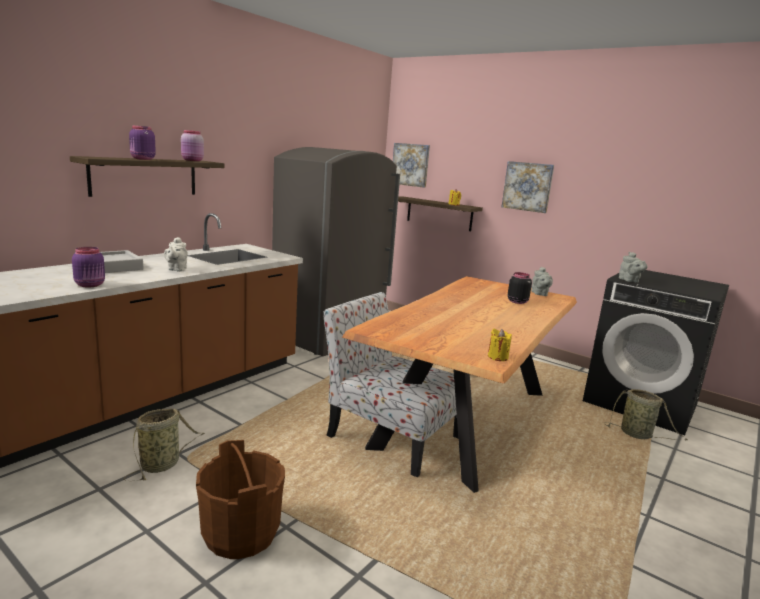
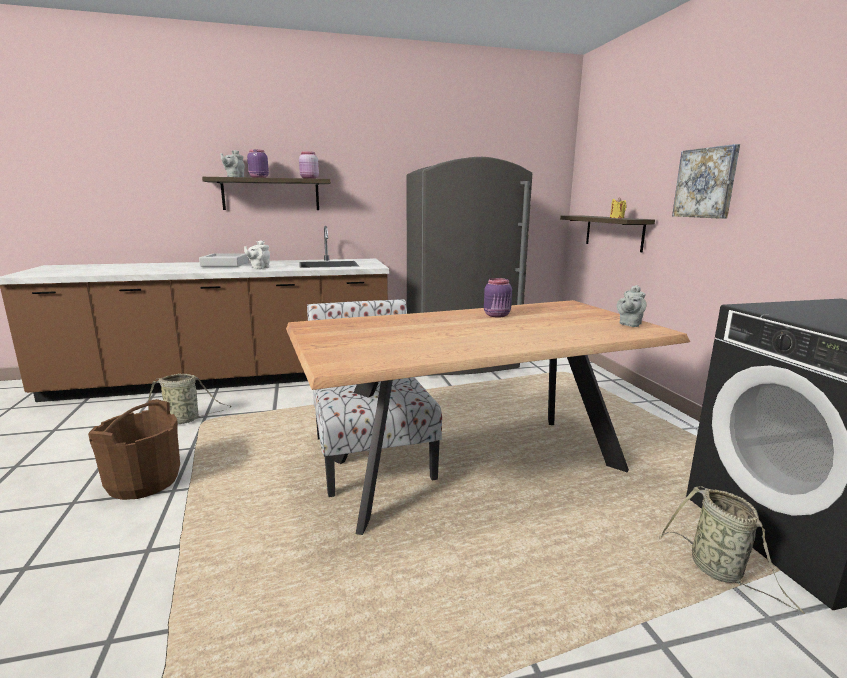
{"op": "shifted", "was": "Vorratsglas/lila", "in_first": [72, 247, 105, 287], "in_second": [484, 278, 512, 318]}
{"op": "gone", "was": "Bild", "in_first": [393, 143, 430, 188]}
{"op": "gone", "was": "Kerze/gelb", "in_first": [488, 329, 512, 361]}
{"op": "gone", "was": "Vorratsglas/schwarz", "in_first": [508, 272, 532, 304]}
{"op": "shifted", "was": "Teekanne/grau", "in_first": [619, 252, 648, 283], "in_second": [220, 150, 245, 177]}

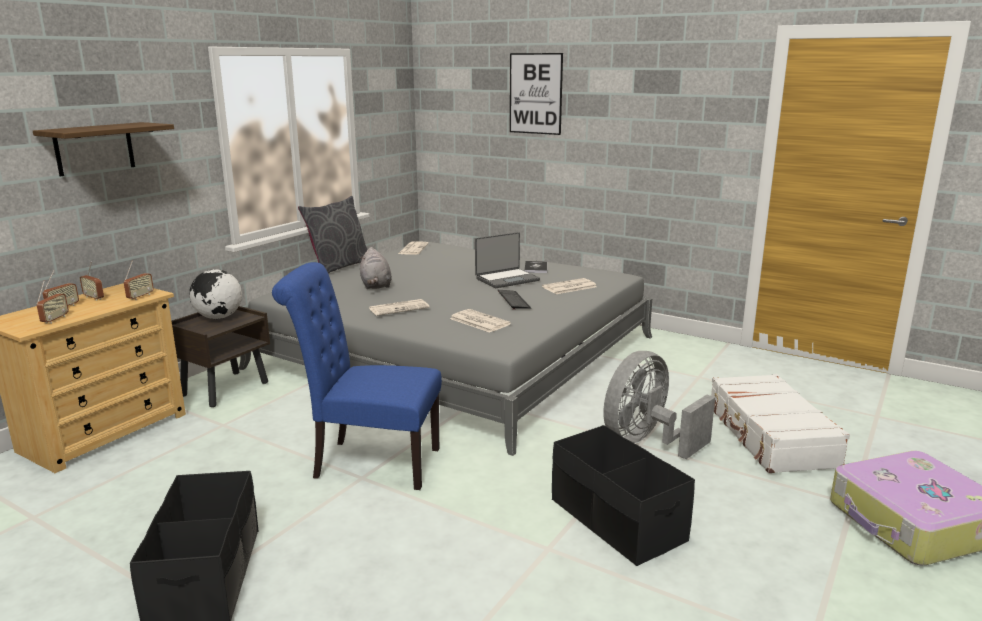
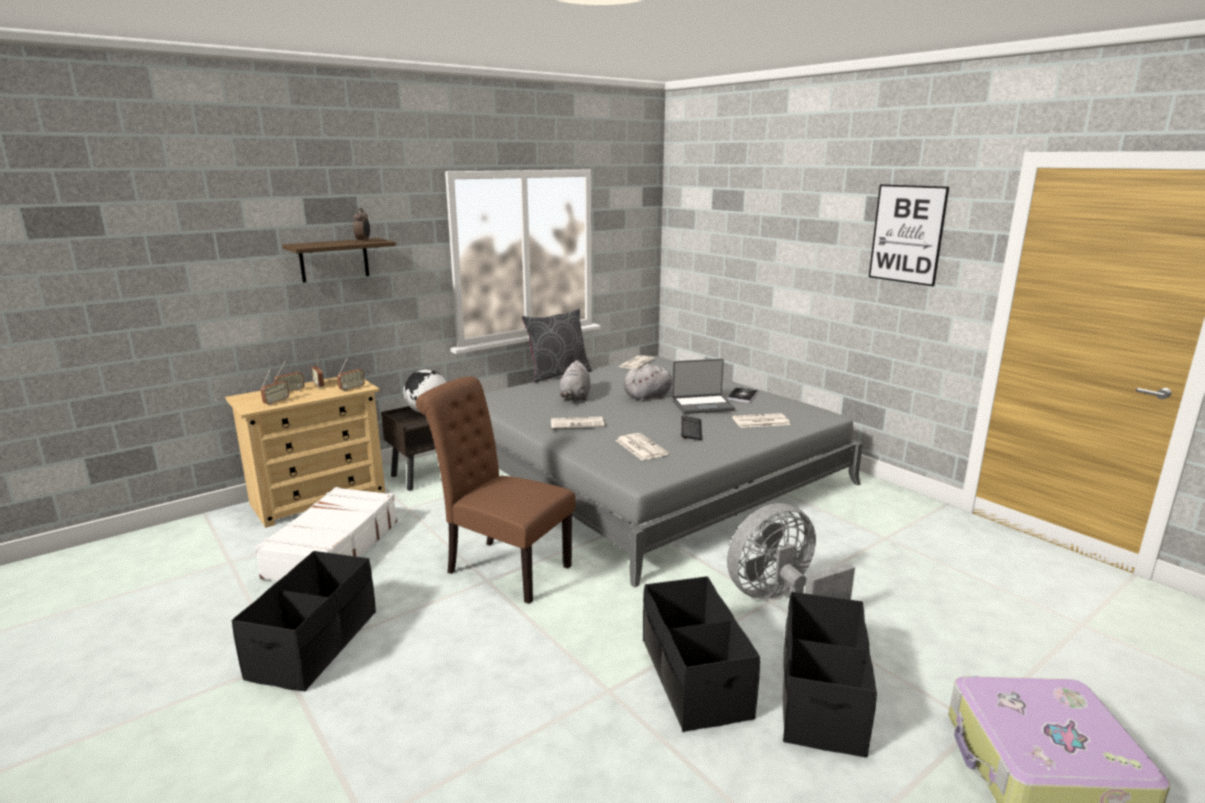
{"op": "repainted", "was": "Stuhl/blau", "now": "Stuhl/braun", "in_first": [272, 262, 442, 490], "in_second": [416, 376, 576, 604]}
{"op": "shifted", "was": "Bild", "in_first": [510, 53, 563, 135], "in_second": [869, 184, 949, 286]}
{"op": "shifted", "was": "Koffer/weiß", "in_first": [711, 374, 850, 473], "in_second": [255, 487, 397, 581]}
{"op": "new", "now": "Wecker", "in_second": [353, 208, 370, 242]}
{"op": "new", "now": "Plüschtier/grau", "in_second": [624, 364, 673, 402]}
{"op": "new", "now": "Aufbewahrungsbox/schwarz", "in_second": [783, 592, 877, 757]}

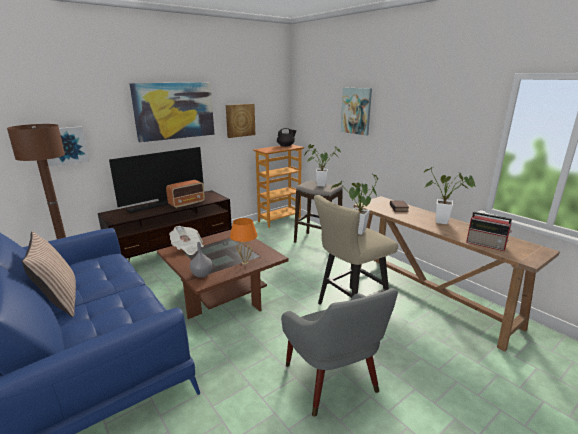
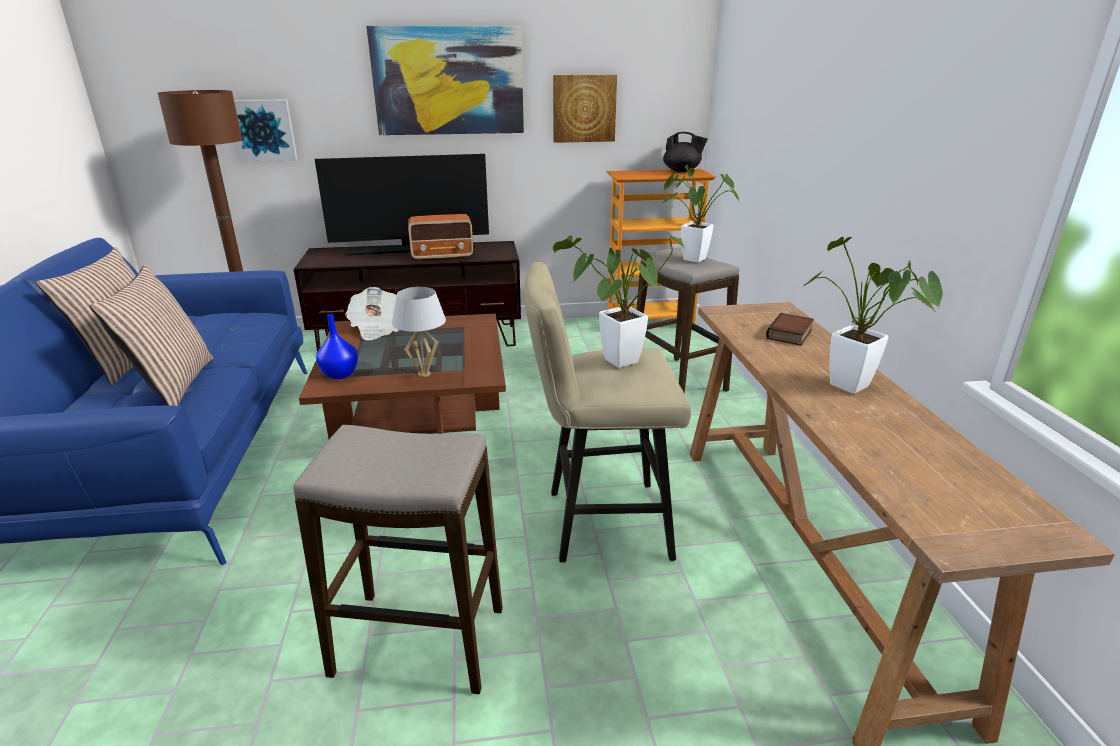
{"op": "repainted", "was": "Vase/grau", "now": "Vase/blau", "in_first": [190, 242, 212, 278], "in_second": [316, 314, 358, 379]}
{"op": "repainted", "was": "Tischlampe/orange", "now": "Tischlampe/weiß", "in_first": [230, 218, 258, 265], "in_second": [392, 287, 446, 377]}
{"op": "swapped", "was": "Sessel/grau", "now": "Hocker", "in_first": [281, 288, 398, 417], "in_second": [293, 425, 503, 694]}
{"op": "gone", "was": "Bild", "in_first": [341, 88, 372, 136]}
{"op": "gone", "was": "Radio", "in_first": [466, 212, 512, 251]}
{"op": "new", "now": "Kissen", "in_second": [90, 265, 213, 406]}

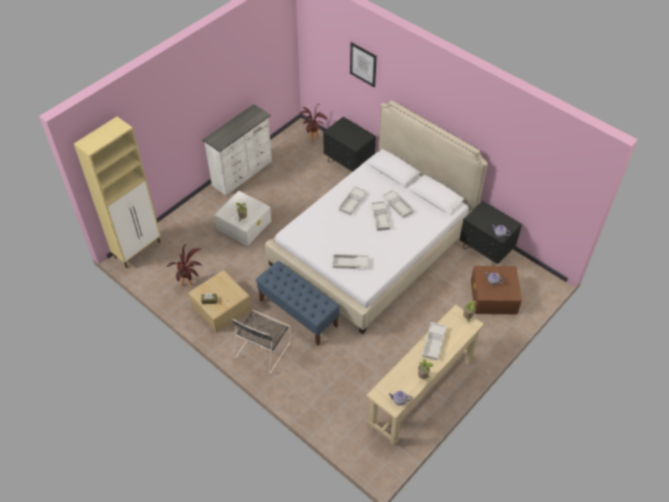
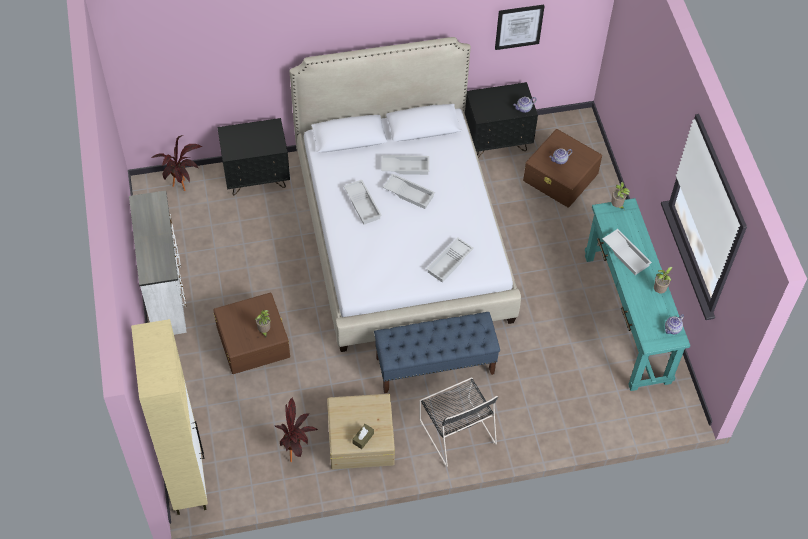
{"op": "repainted", "was": "Aufbewahrungsbox/weiß", "now": "Aufbewahrungsbox/braun", "in_first": [214, 191, 271, 246], "in_second": [213, 293, 290, 374]}
{"op": "shifted", "was": "Bild", "in_first": [350, 42, 377, 87], "in_second": [495, 5, 545, 50]}
{"op": "repainted", "was": "Konsolentisch/beige", "now": "Konsolentisch/türkis", "in_first": [366, 304, 484, 446], "in_second": [585, 198, 691, 391]}

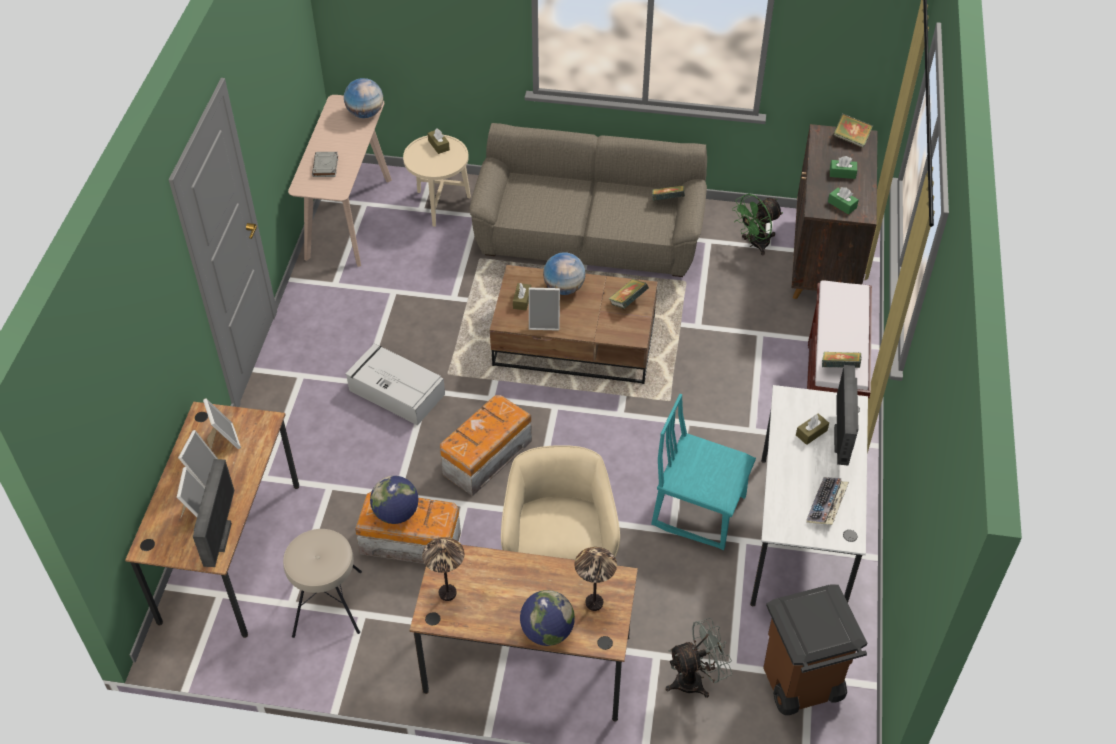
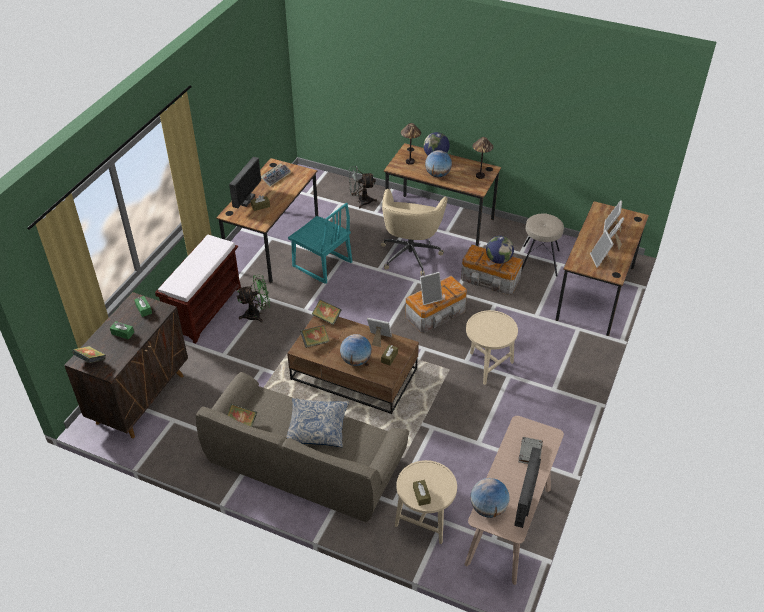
{"op": "shifted", "was": "Monitor", "in_first": [193, 459, 235, 567], "in_second": [514, 447, 541, 528]}
{"op": "swapped", "was": "Aufbewahrungsbox/grau", "now": "Beistelltisch/beige", "in_first": [345, 343, 445, 425], "in_second": [466, 310, 518, 385]}
{"op": "shifted", "was": "Ventilator/grün", "in_first": [732, 194, 783, 255], "in_second": [237, 274, 270, 322]}
{"op": "repainted", "was": "Schreibtisch/weiß", "now": "Schreibtisch/braun", "in_first": [750, 385, 868, 606], "in_second": [216, 158, 318, 283]}
{"op": "gone", "was": "Mülleimer/braun", "in_first": [763, 584, 868, 715]}
{"op": "shifted", "was": "Buch", "in_first": [822, 352, 862, 368], "in_second": [312, 299, 341, 325]}
{"op": "new", "now": "Kissen", "in_second": [286, 398, 349, 447]}
{"op": "new", "now": "Bilderrahmen", "in_second": [420, 272, 443, 305]}
{"op": "new", "now": "Globus", "in_second": [425, 150, 452, 177]}

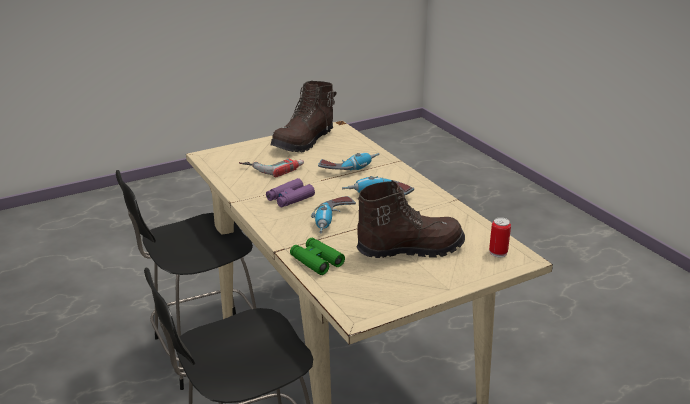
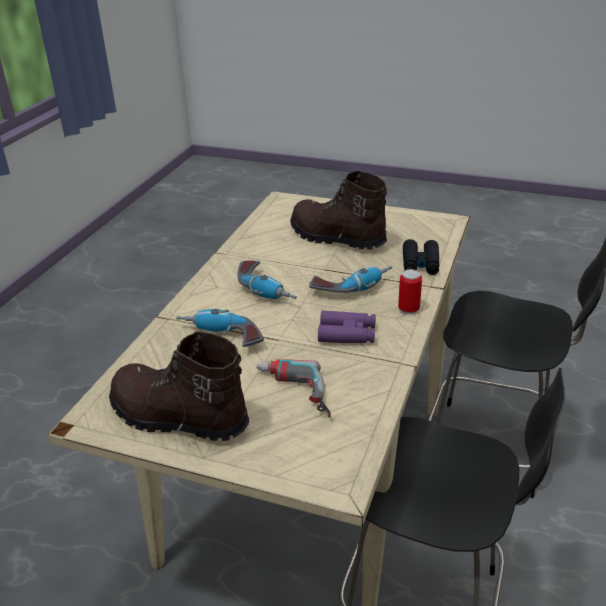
{"op": "rotated", "was": "Stiefel/braun", "in_first": [270, 81, 337, 152], "in_second": [109, 331, 249, 441], "clockwise": -150}
{"op": "repainted", "was": "Fernglas/grün", "now": "Fernglas/schwarz", "in_first": [290, 238, 345, 275], "in_second": [403, 239, 439, 275]}
{"op": "shifted", "was": "Dose", "in_first": [489, 217, 511, 257], "in_second": [398, 269, 422, 315]}

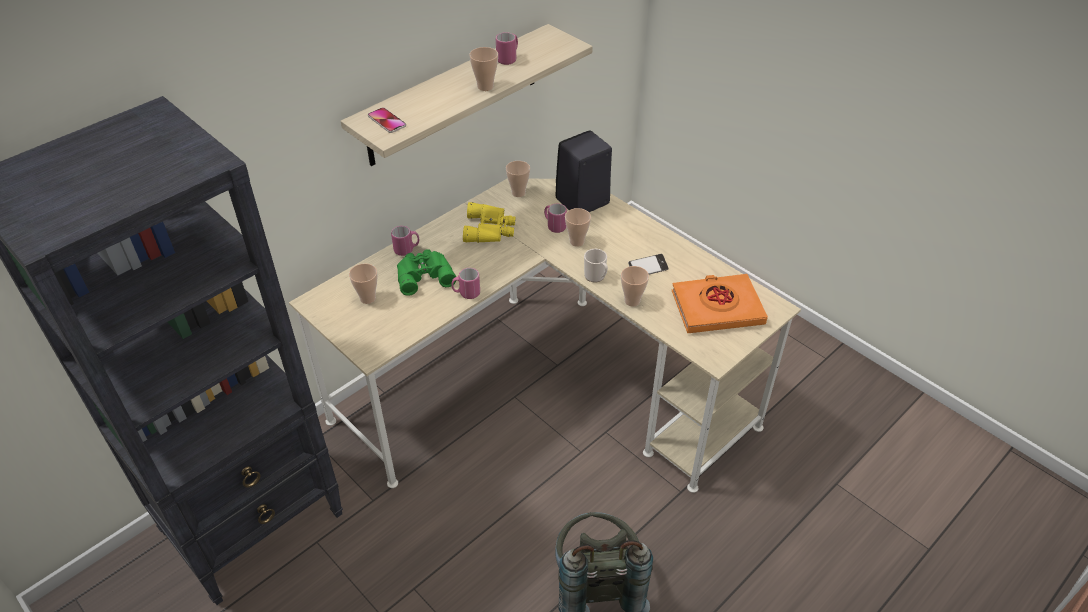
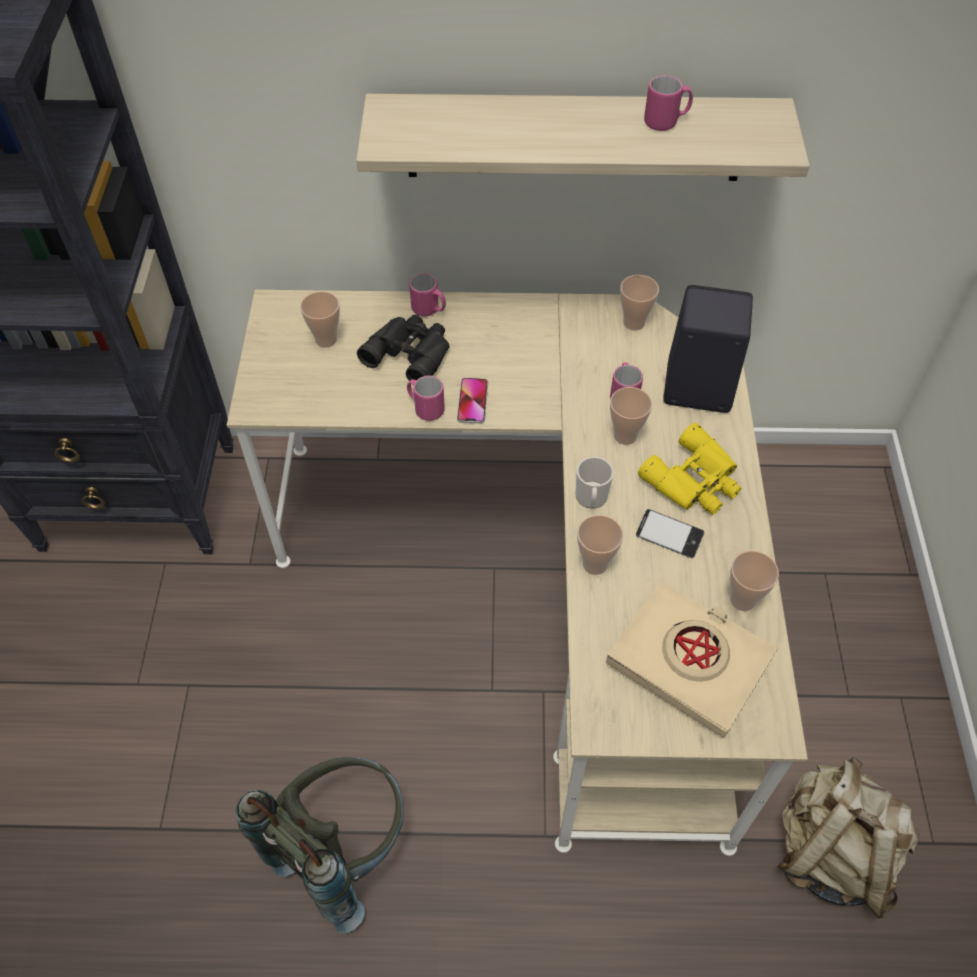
{"op": "shifted", "was": "Handy", "in_first": [368, 107, 406, 133], "in_second": [457, 378, 488, 424]}
{"op": "repainted", "was": "Fernglas/grün", "now": "Fernglas/schwarz", "in_first": [397, 249, 456, 296], "in_second": [357, 315, 449, 381]}
{"op": "shifted", "was": "Fernglas/gelb", "in_first": [463, 202, 515, 243], "in_second": [638, 423, 741, 515]}
{"op": "shifted", "was": "Tasse", "in_first": [469, 47, 498, 91], "in_second": [730, 551, 779, 611]}
{"op": "repainted", "was": "Buch/orange", "now": "Buch/beige", "in_first": [672, 274, 768, 333], "in_second": [606, 581, 778, 738]}
{"op": "new", "now": "Rucksack/beige", "in_second": [778, 756, 920, 919]}

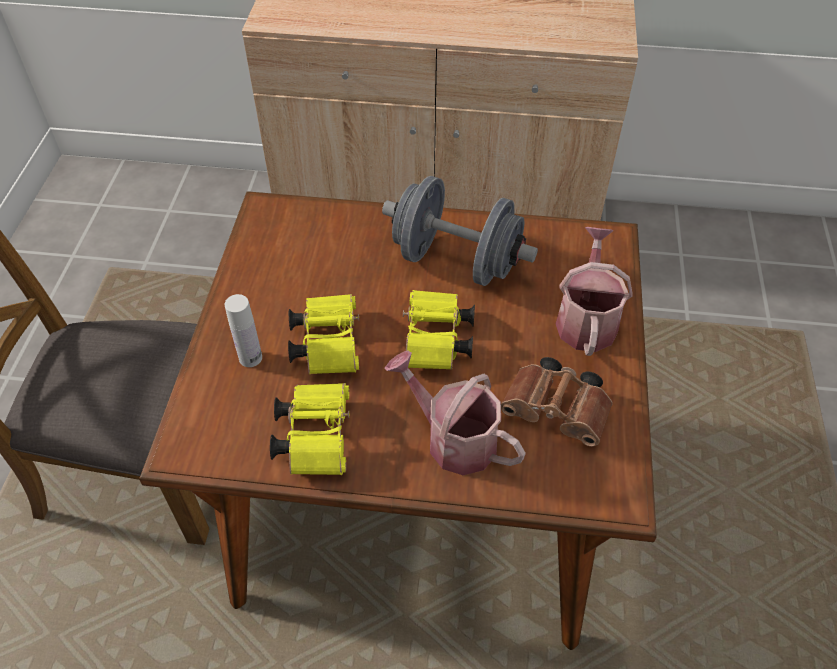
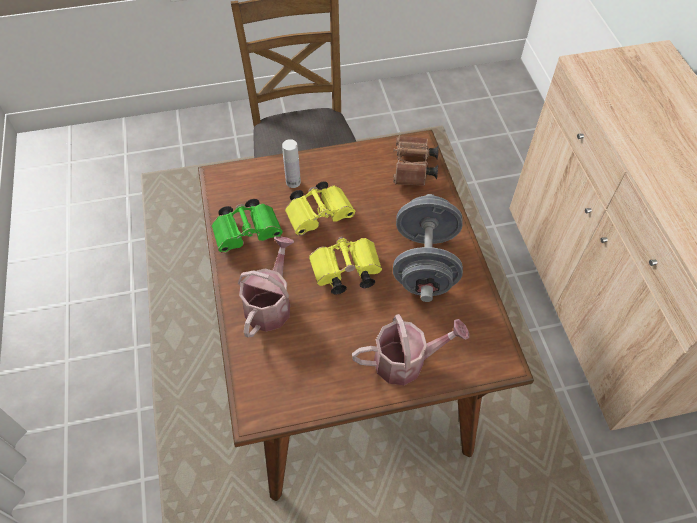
{"op": "repainted", "was": "Fernglas/gelb", "now": "Fernglas/grün", "in_first": [270, 383, 350, 475], "in_second": [212, 199, 283, 253]}
{"op": "shifted", "was": "Fernglas/braun", "in_first": [501, 357, 613, 447], "in_second": [393, 136, 439, 186]}

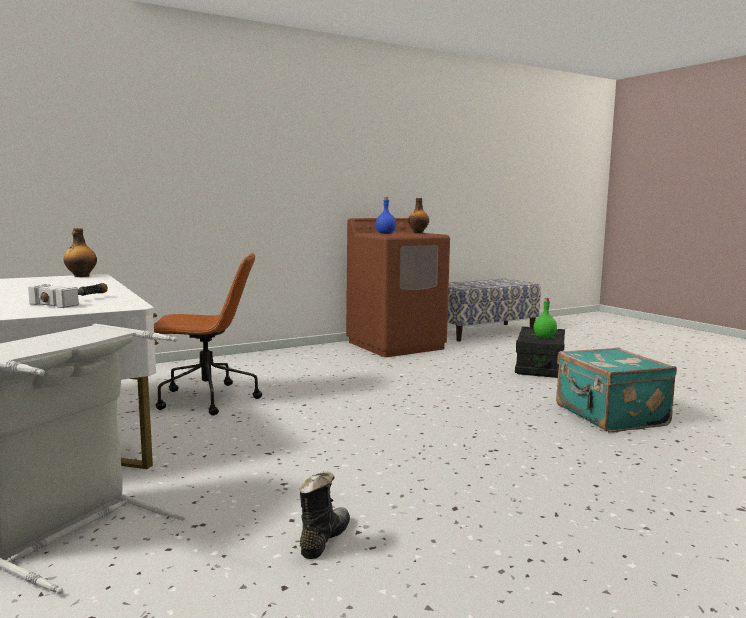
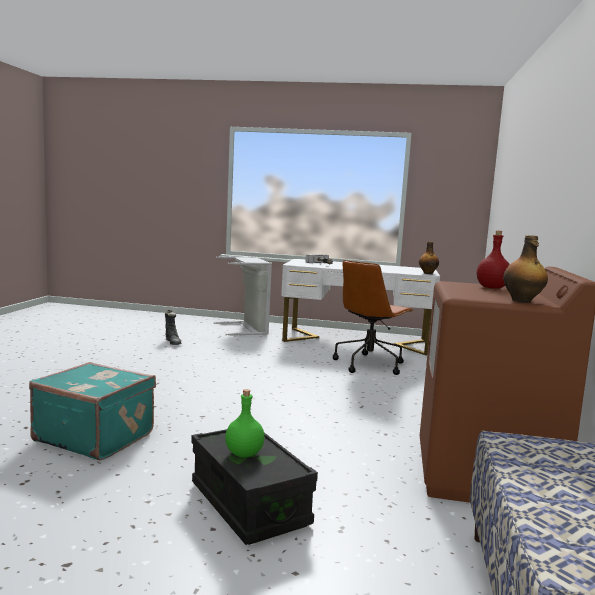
{"op": "repainted", "was": "Flasche/blau", "now": "Flasche/rot", "in_first": [376, 197, 396, 234], "in_second": [477, 231, 510, 289]}

